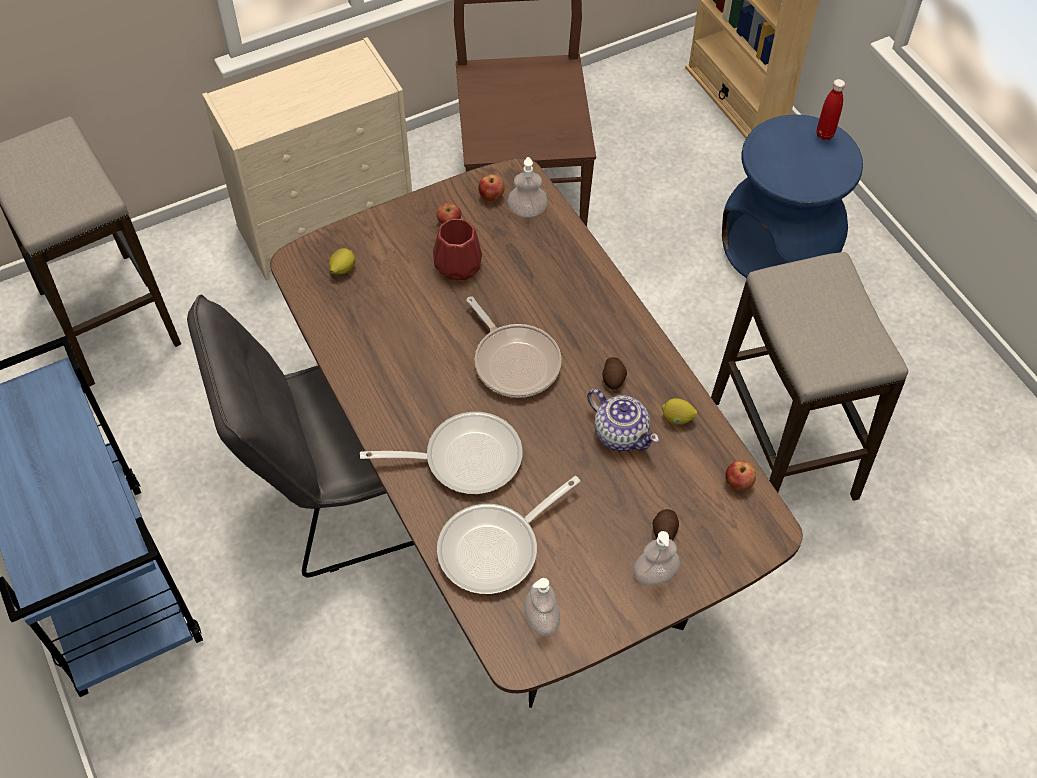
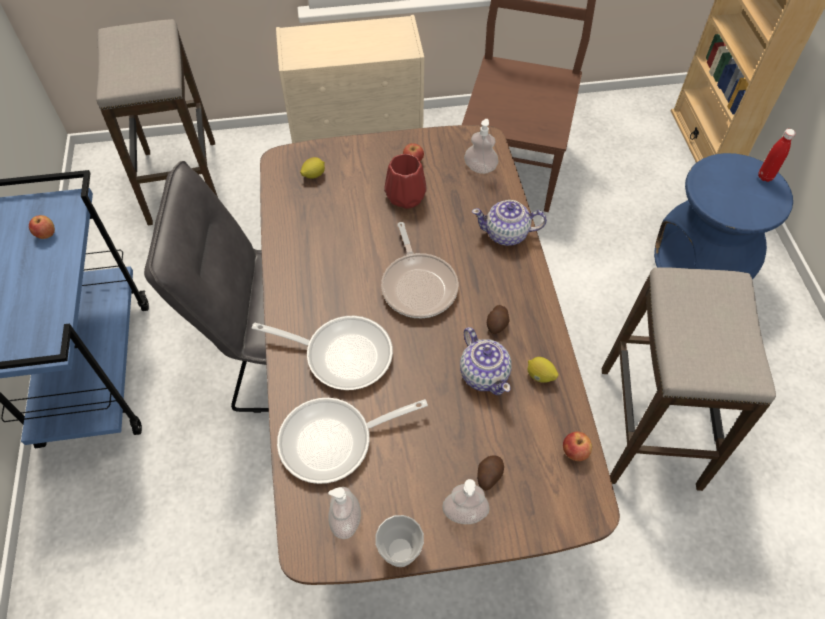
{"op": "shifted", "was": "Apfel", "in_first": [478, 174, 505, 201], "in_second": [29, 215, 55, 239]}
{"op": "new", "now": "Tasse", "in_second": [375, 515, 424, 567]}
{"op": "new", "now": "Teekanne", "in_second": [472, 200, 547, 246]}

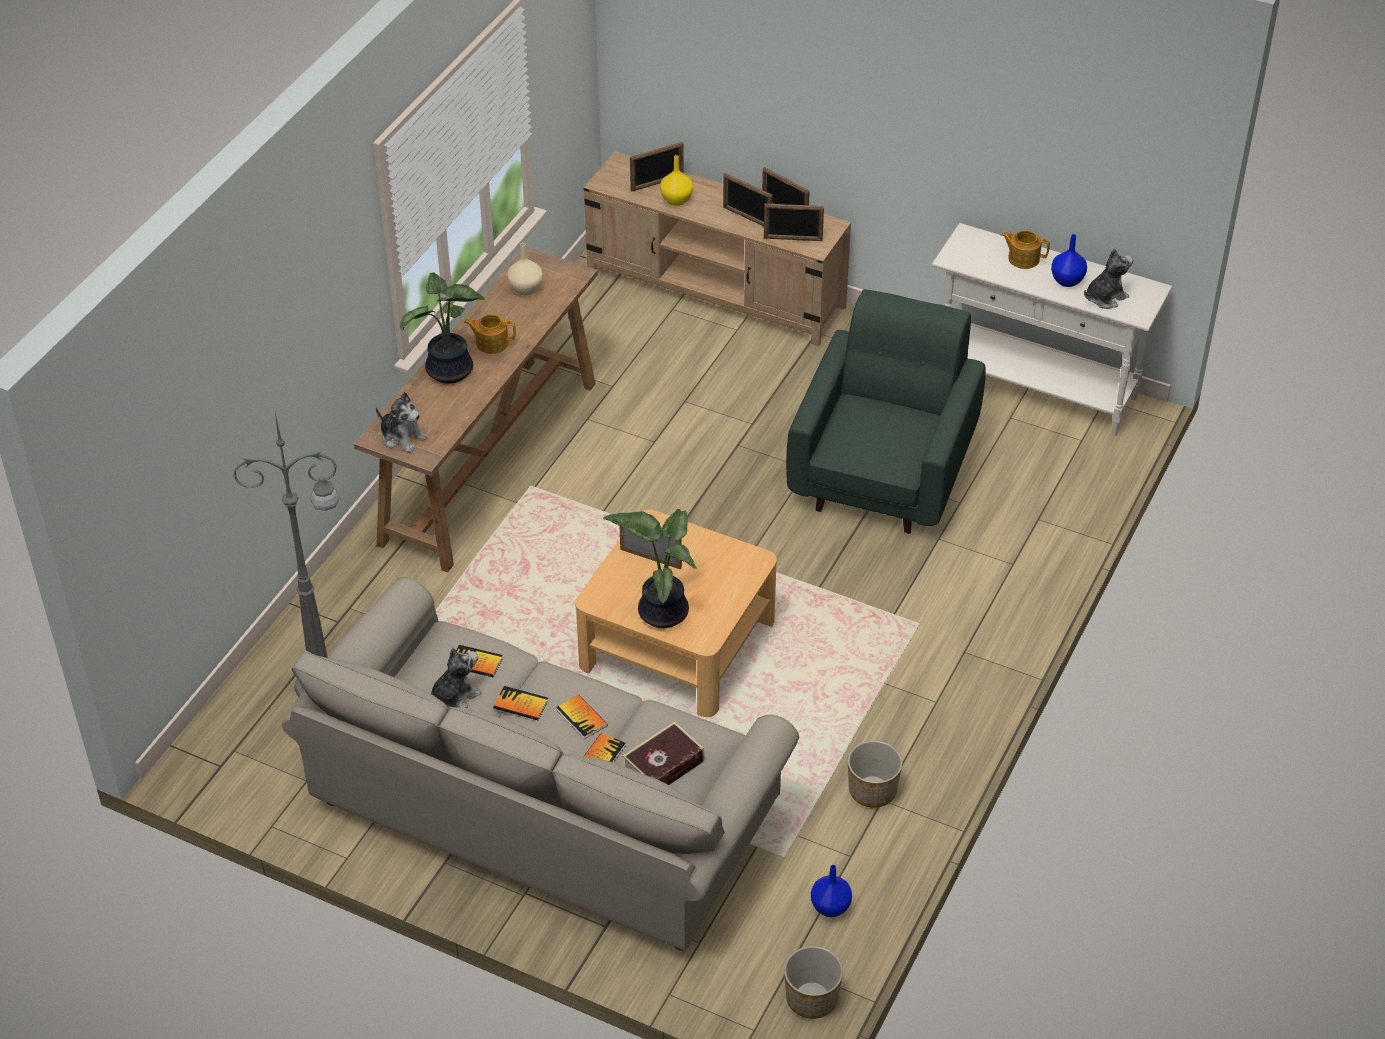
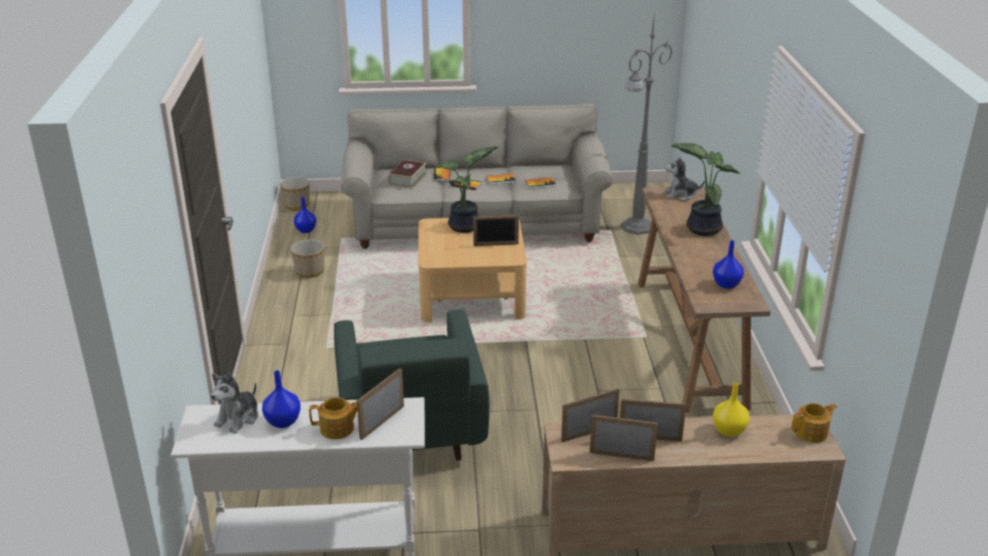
{"op": "gone", "was": "Plüschtier", "in_first": [431, 648, 482, 709]}
{"op": "shifted", "was": "Teekanne", "in_first": [464, 314, 516, 354], "in_second": [792, 403, 837, 443]}
{"op": "repainted", "was": "Vase/beige", "now": "Vase/blau", "in_first": [507, 243, 543, 295], "in_second": [713, 240, 744, 289]}
{"op": "shifted", "was": "Bilderrahmen", "in_first": [630, 142, 684, 192], "in_second": [357, 368, 404, 440]}

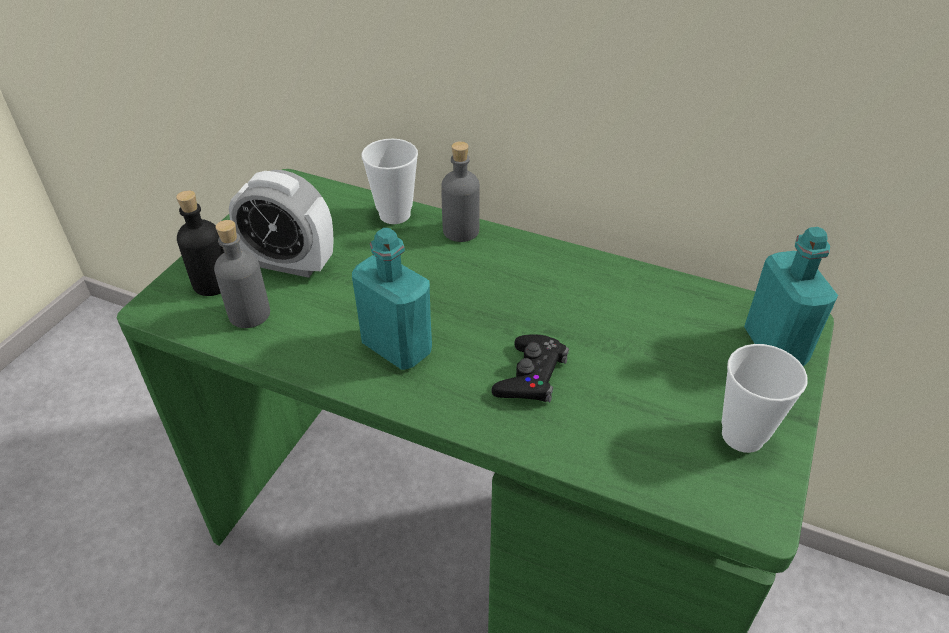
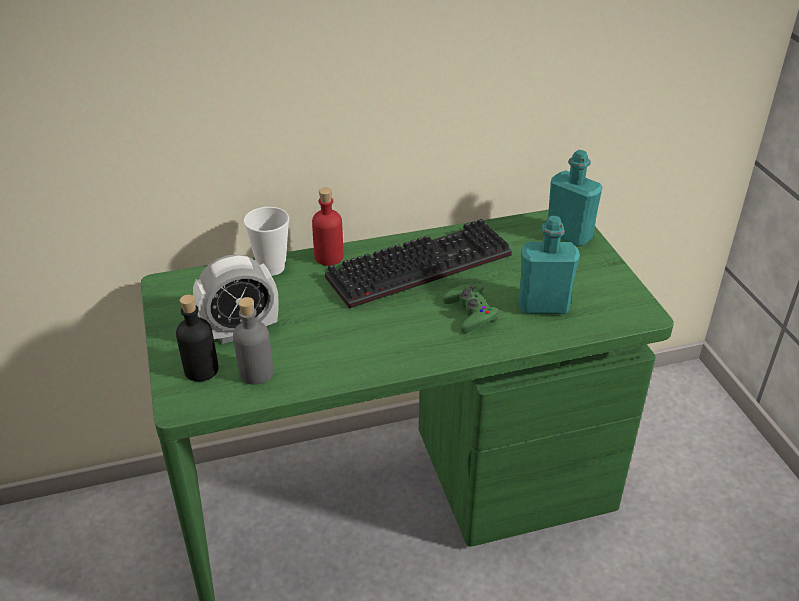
{"op": "shifted", "was": "Flasche/türkis", "in_first": [352, 228, 432, 370], "in_second": [518, 216, 580, 314]}
{"op": "repainted", "was": "Flasche/grau", "now": "Flasche/rot", "in_first": [441, 141, 480, 242], "in_second": [312, 187, 343, 266]}
{"op": "repainted", "was": "Gamepad/schwarz", "now": "Gamepad/grün", "in_first": [492, 334, 569, 403], "in_second": [443, 284, 499, 333]}
{"op": "gone", "was": "Tasse", "in_first": [721, 344, 807, 453]}
{"op": "new", "now": "Tastatur", "in_second": [325, 219, 512, 309]}

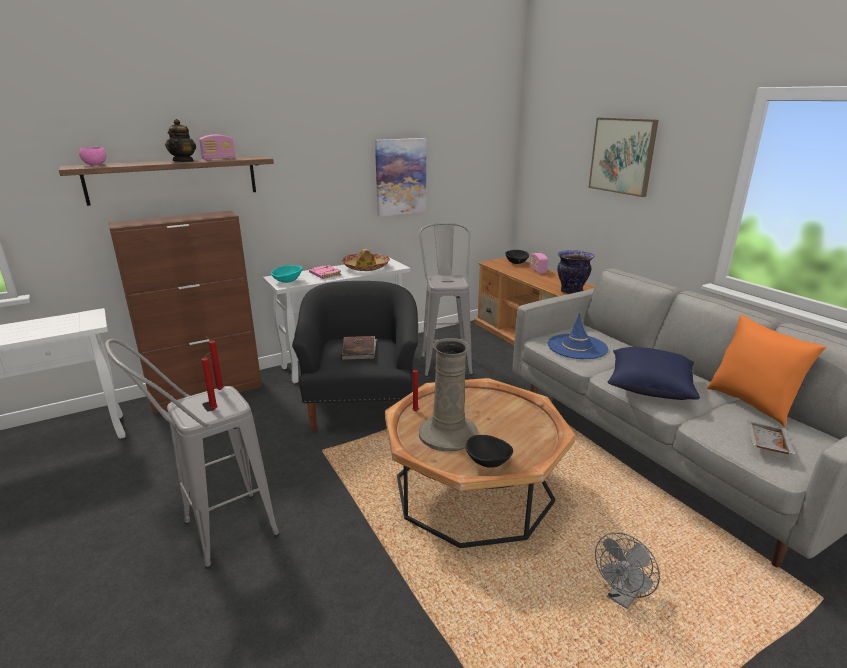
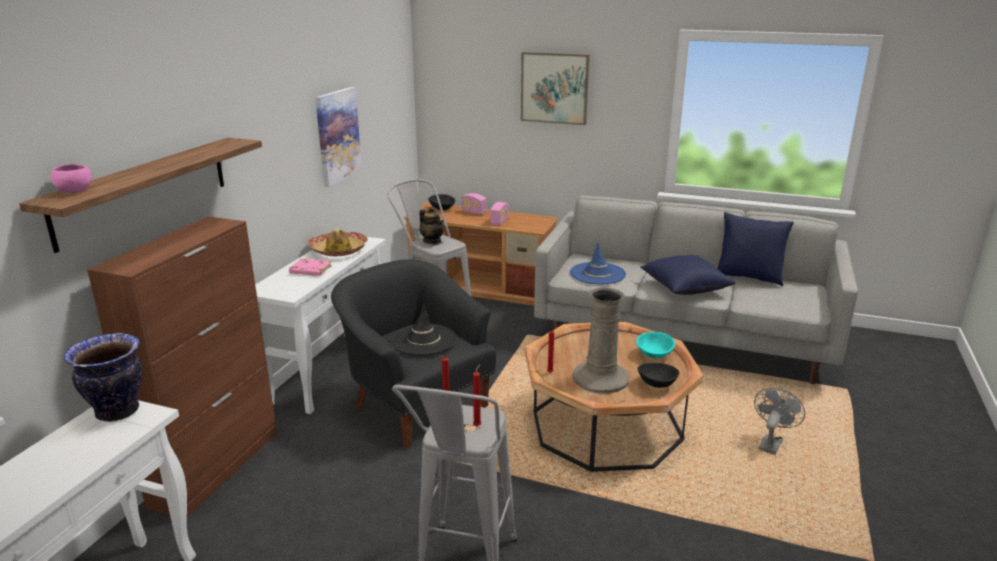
{"op": "shifted", "was": "Teekanne", "in_first": [165, 119, 196, 162], "in_second": [419, 206, 445, 244]}
{"op": "shifted", "was": "Radio", "in_first": [199, 135, 235, 160], "in_second": [490, 202, 509, 225]}
{"op": "shifted", "was": "Schüssel/türkis", "in_first": [271, 265, 303, 283], "in_second": [636, 332, 675, 359]}
{"op": "swapped", "was": "Buch/braun", "now": "Hut/schwarz", "in_first": [341, 336, 377, 360], "in_second": [390, 303, 456, 356]}
{"op": "shifted", "was": "Vase", "in_first": [557, 250, 594, 294], "in_second": [64, 333, 143, 422]}
{"op": "rotated", "was": "Ventilator/grau", "in_first": [595, 533, 660, 609], "in_second": [754, 388, 805, 455], "clockwise": -150}
{"op": "repainted", "was": "Kissen/orange", "now": "Kissen/blau", "in_first": [707, 315, 826, 427], "in_second": [717, 212, 794, 286]}
{"op": "gone", "was": "Tablett/grau", "in_first": [747, 420, 796, 455]}

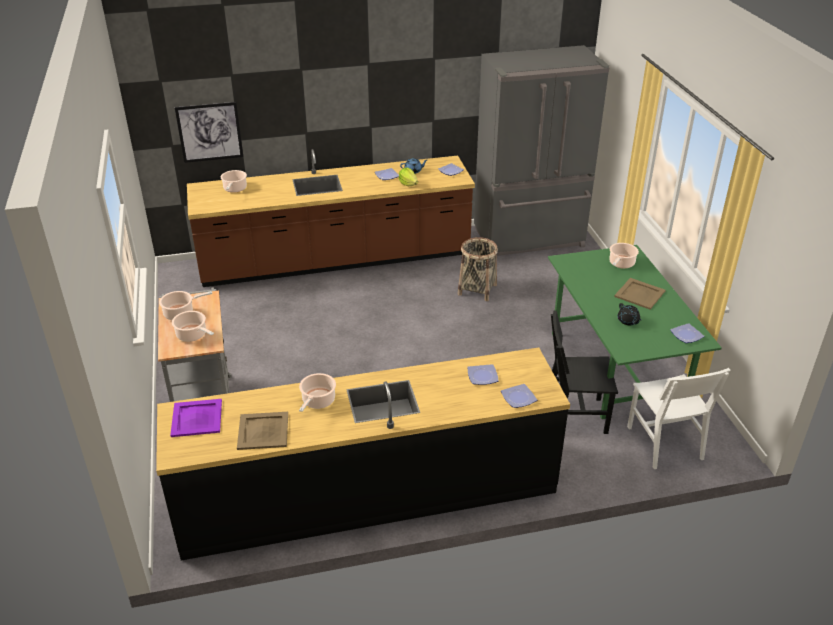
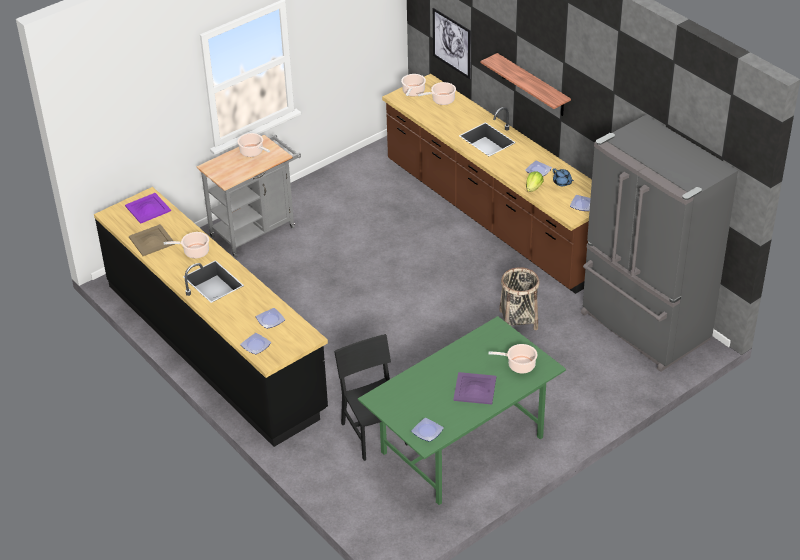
{"op": "shifted", "was": "Kochtopf", "in_first": [172, 311, 214, 342], "in_second": [401, 74, 426, 96]}
{"op": "repainted", "was": "Tablett/beige", "now": "Tablett/lila", "in_first": [614, 278, 666, 310], "in_second": [453, 372, 496, 405]}
{"op": "gone", "was": "Teekanne/schwarz", "in_first": [617, 303, 641, 325]}
{"op": "gone", "was": "Stuhl/weiß", "in_first": [627, 368, 730, 469]}
{"op": "new", "now": "Wandregal", "in_second": [480, 53, 571, 116]}

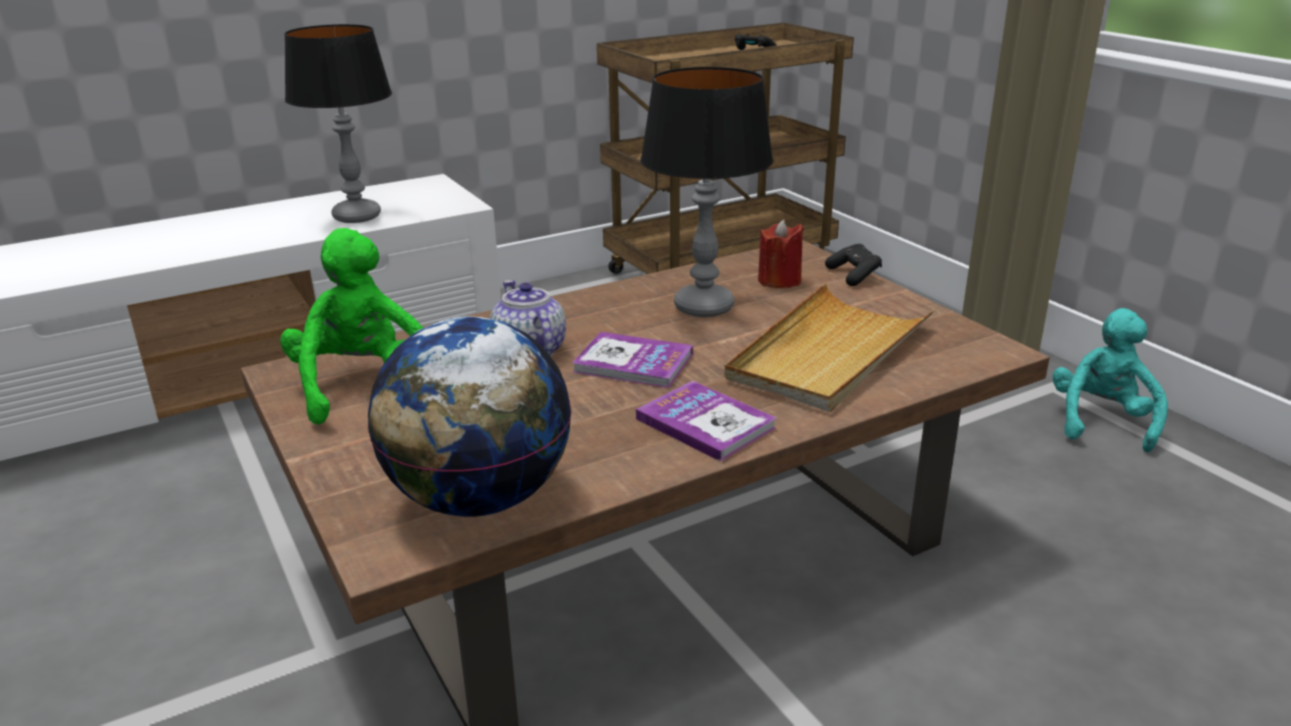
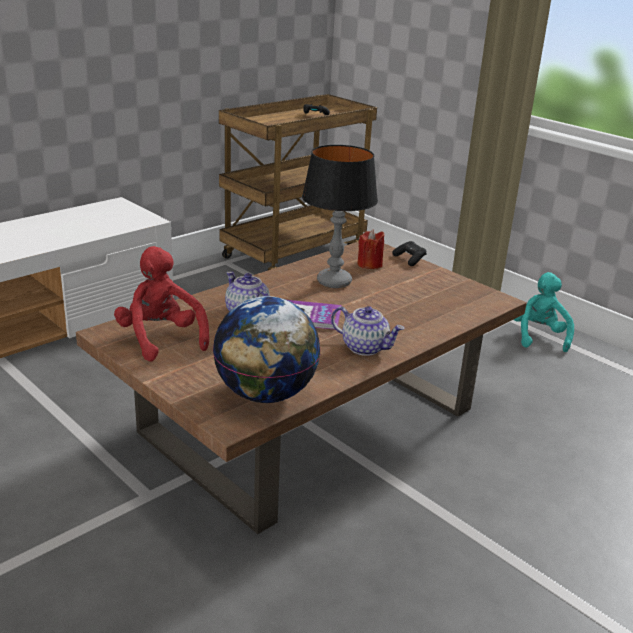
{"op": "repainted", "was": "Plüschtier/grün", "now": "Plüschtier/rot", "in_first": [280, 228, 423, 425], "in_second": [114, 246, 209, 362]}
{"op": "gone", "was": "Tischlampe", "in_first": [284, 24, 392, 223]}
{"op": "swapped", "was": "Buch", "now": "Teekanne", "in_first": [636, 381, 776, 462], "in_second": [331, 306, 405, 356]}
{"op": "gone", "was": "Tablett/beige", "in_first": [724, 283, 934, 412]}

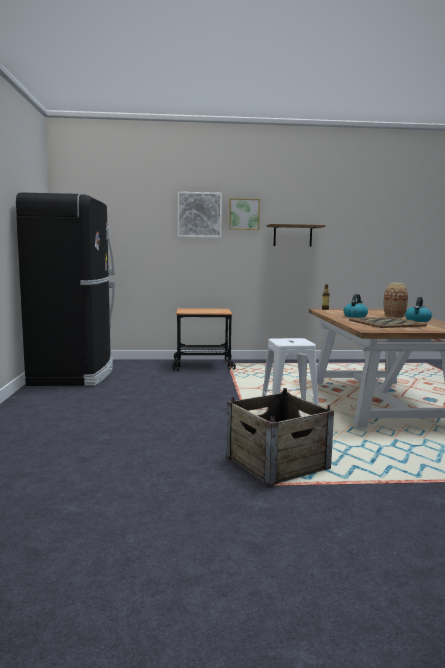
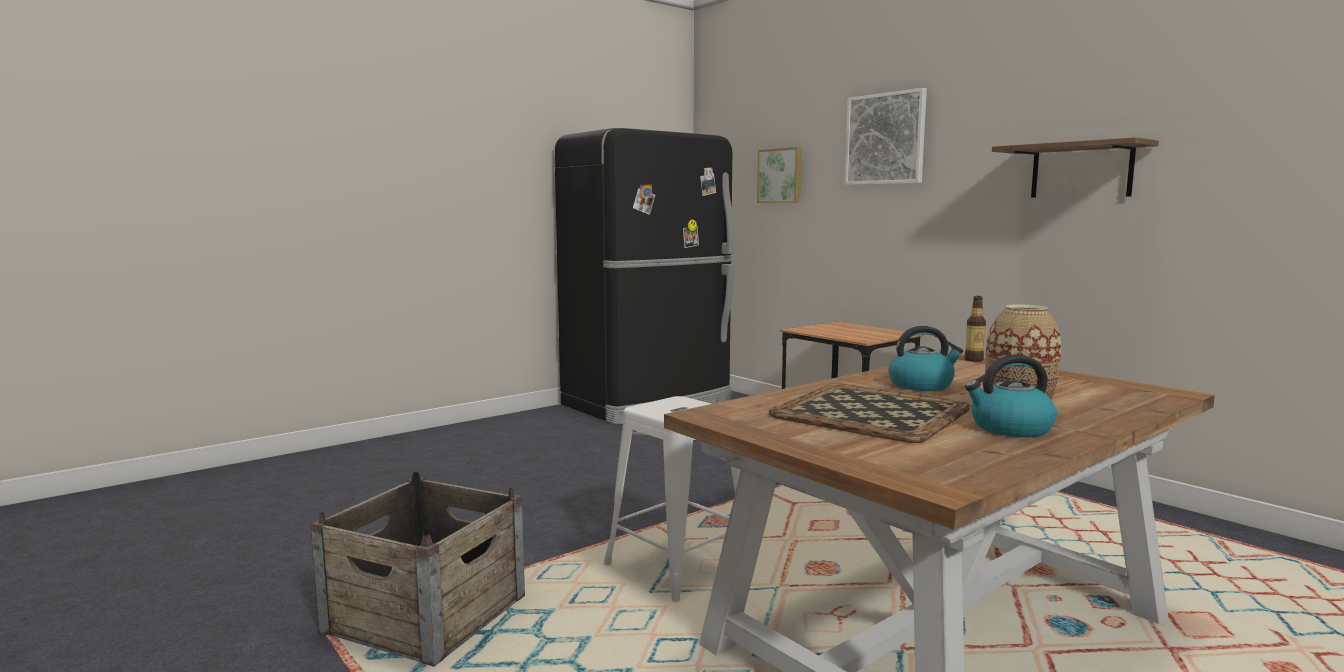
{"op": "shifted", "was": "Bild", "in_first": [229, 198, 260, 230], "in_second": [757, 147, 802, 203]}

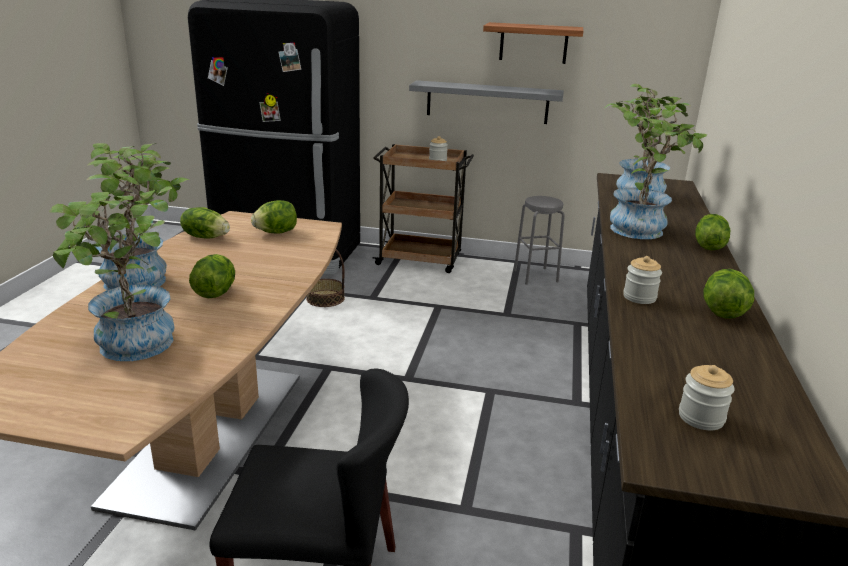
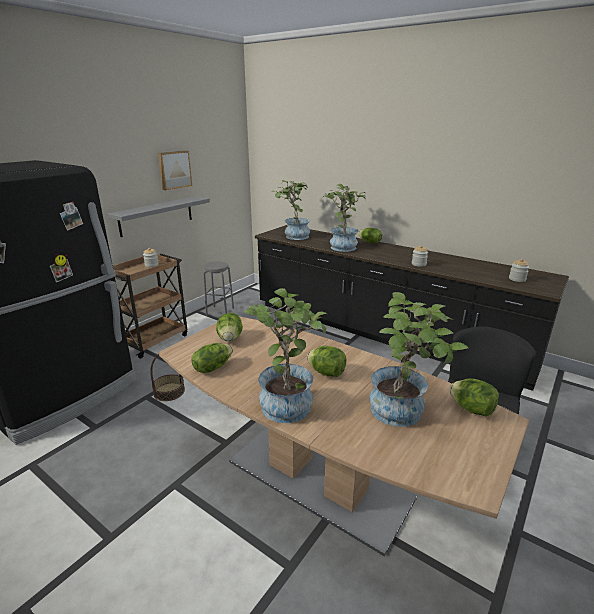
{"op": "swapped", "was": "Wandregal", "now": "Bild", "in_first": [483, 22, 583, 64], "in_second": [158, 151, 192, 190]}
{"op": "shifted", "was": "Salatkopf", "in_first": [703, 269, 754, 318], "in_second": [449, 378, 499, 416]}

